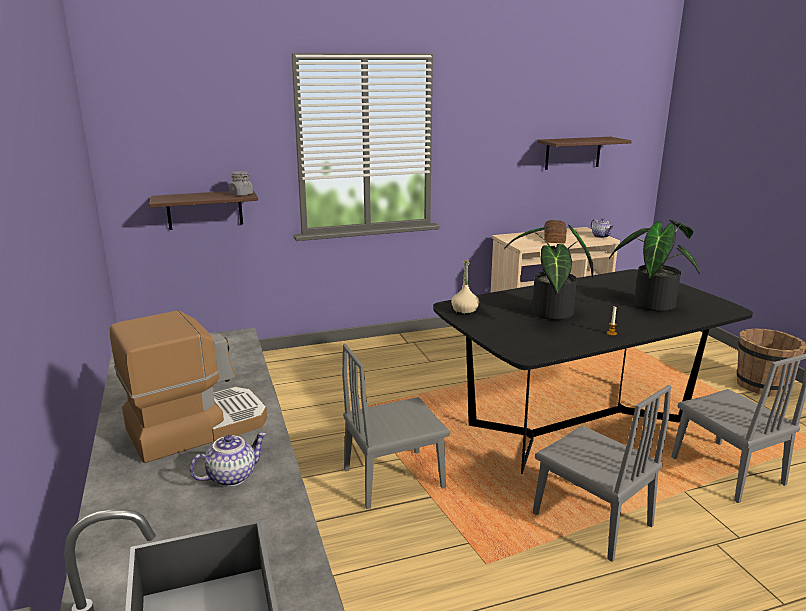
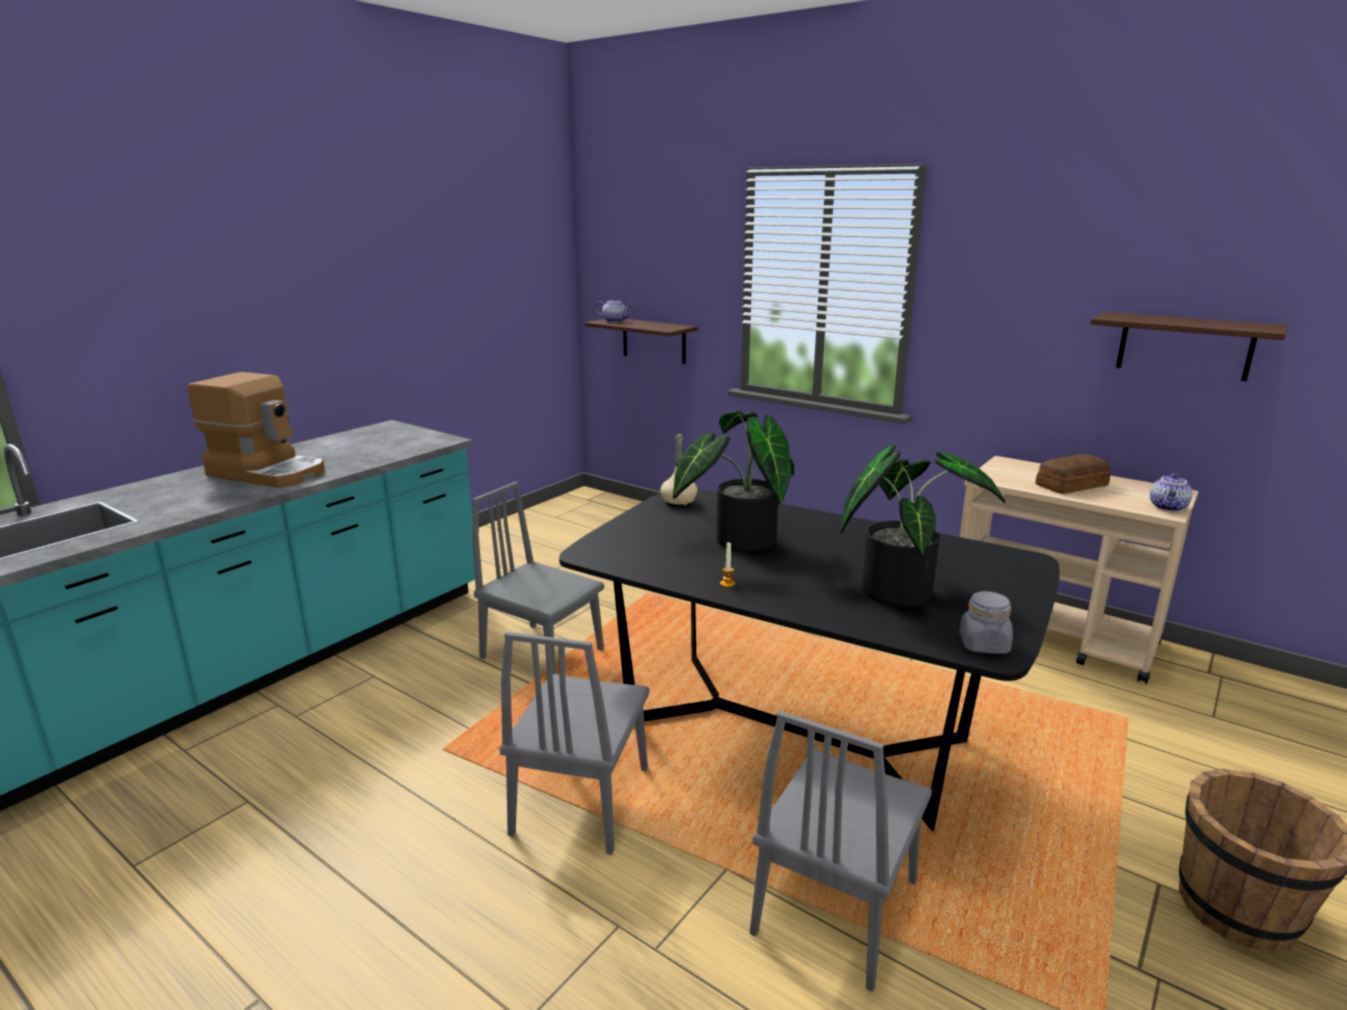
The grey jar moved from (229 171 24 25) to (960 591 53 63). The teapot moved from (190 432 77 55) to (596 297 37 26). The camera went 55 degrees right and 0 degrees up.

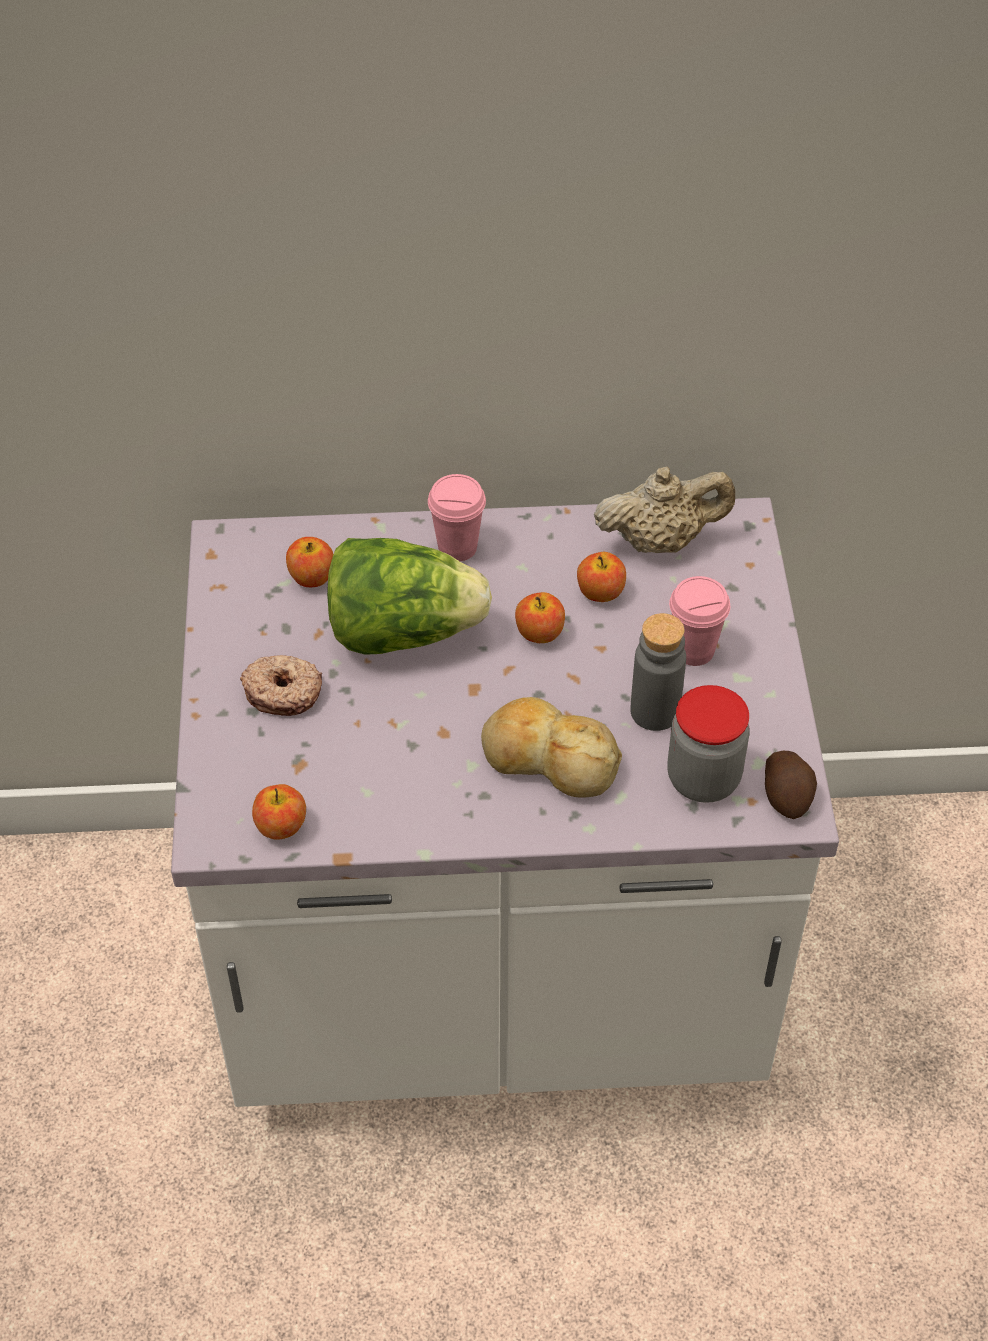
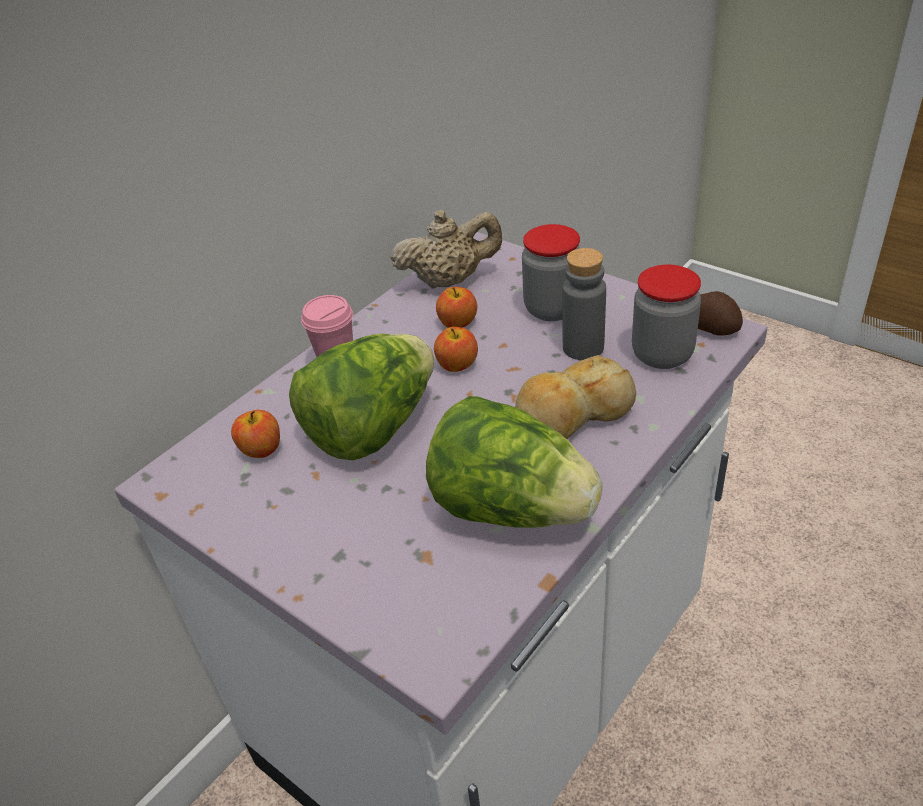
The beige teapot at (594 466 141 87) turned 45 degrees clockwise. The pink cup at (669 576 61 90) was replaced by the jar at (522 224 58 97). The donut at (240 655 82 61) disappeared. The apple at (252 784 54 56) disappeared. The lettuce at (426 396 177 132) appeared. The camera went 45 degrees left and 10 degrees down.

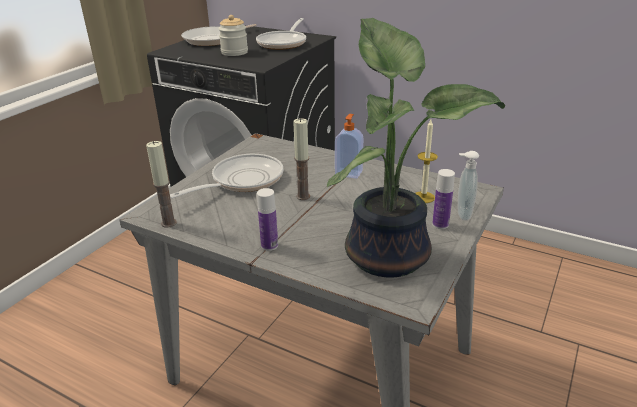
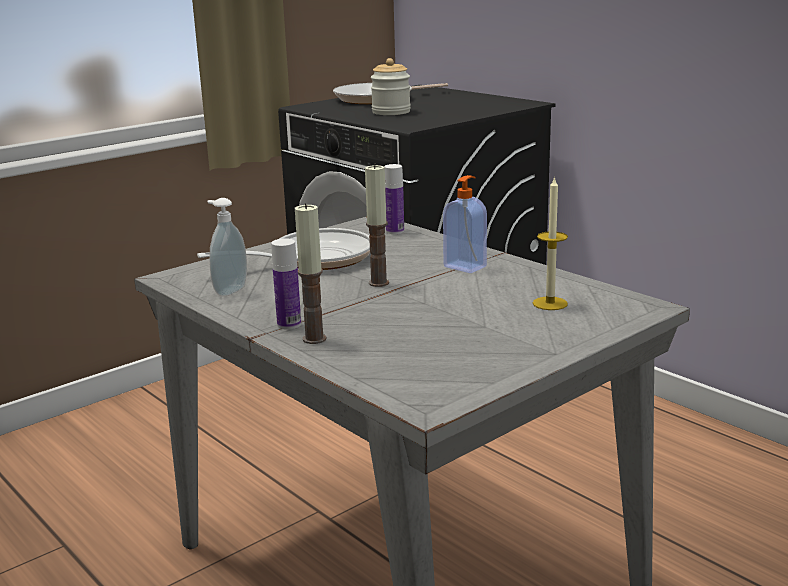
The frying pan at (256 18 50 32) disappeared. The potted plant at (327 18 178 260) disappeared. The candle moved from (146 141 31 87) to (295 203 31 141). The soap dispenser moved from (458 151 21 70) to (207 198 40 99). The bottle moved from (432 169 23 60) to (384 164 20 70). The camera went 20 degrees right and 10 degrees down.

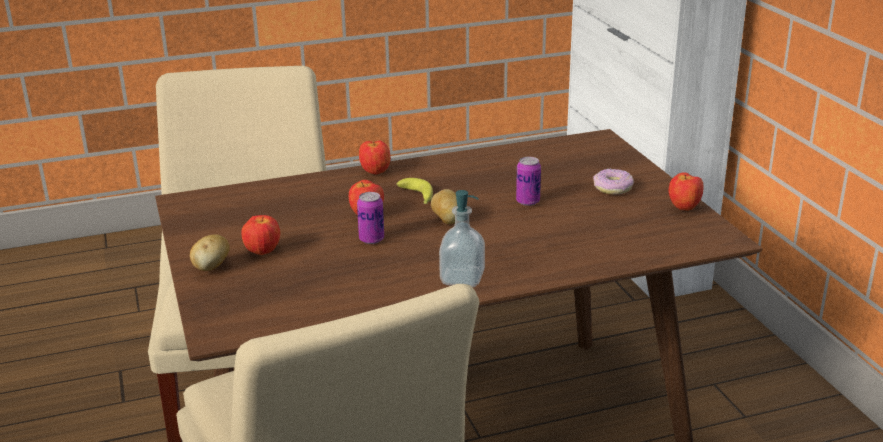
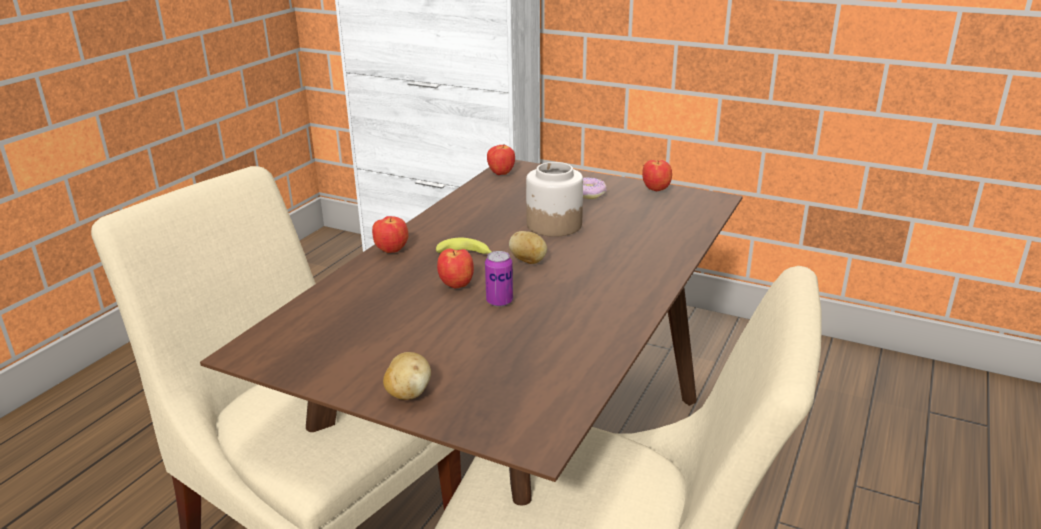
The can at (516 157 25 49) was replaced by the jar at (526 162 57 75). The soap dispenser at (439 190 46 97) disappeared. The apple moved from (242 215 39 40) to (487 144 28 31). The camera went 45 degrees left and 0 degrees up.

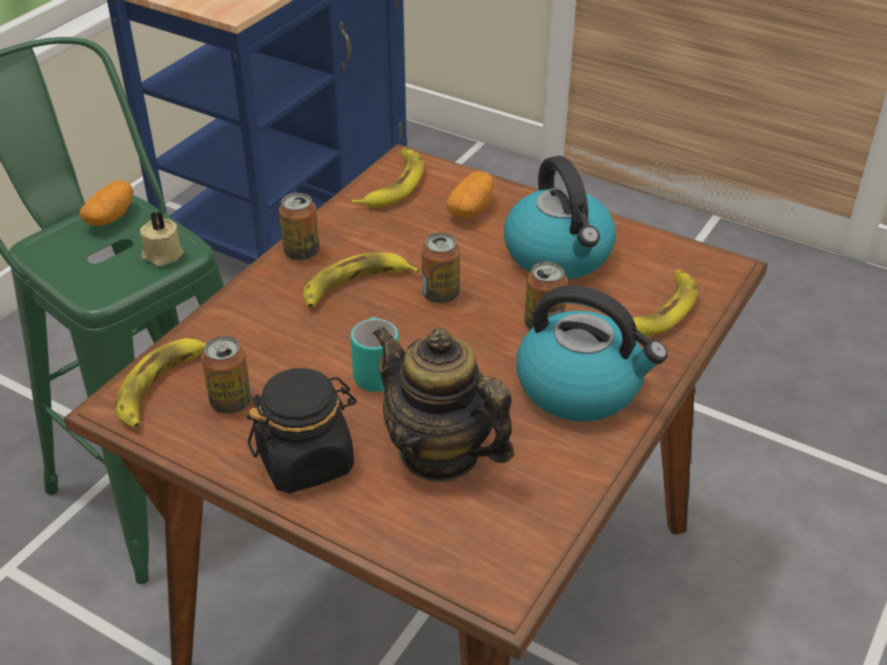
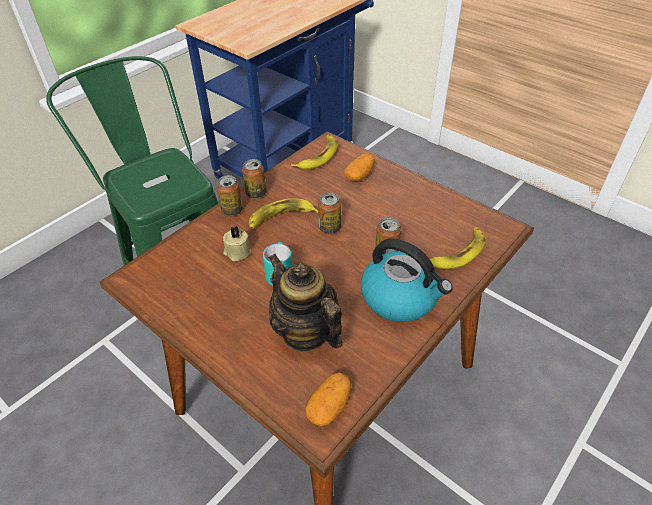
The kettle at (504 156 112 124) disappeared. The potato moved from (80 180 53 46) to (305 372 46 54). The beige candle moved from (140 211 44 55) to (223 225 29 36). The can moved from (201 336 51 78) to (216 175 27 41). The banana at (115 338 91 90) disappeared. The black jar at (247 368 110 125) disappeared. The camera went 10 degrees right and 5 degrees up.

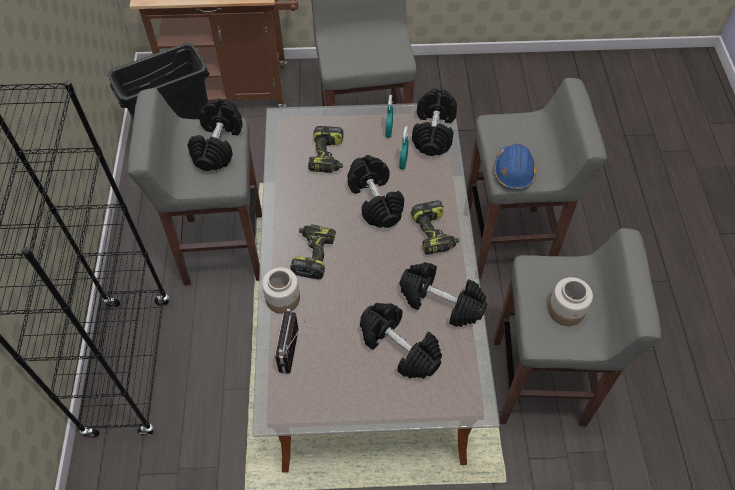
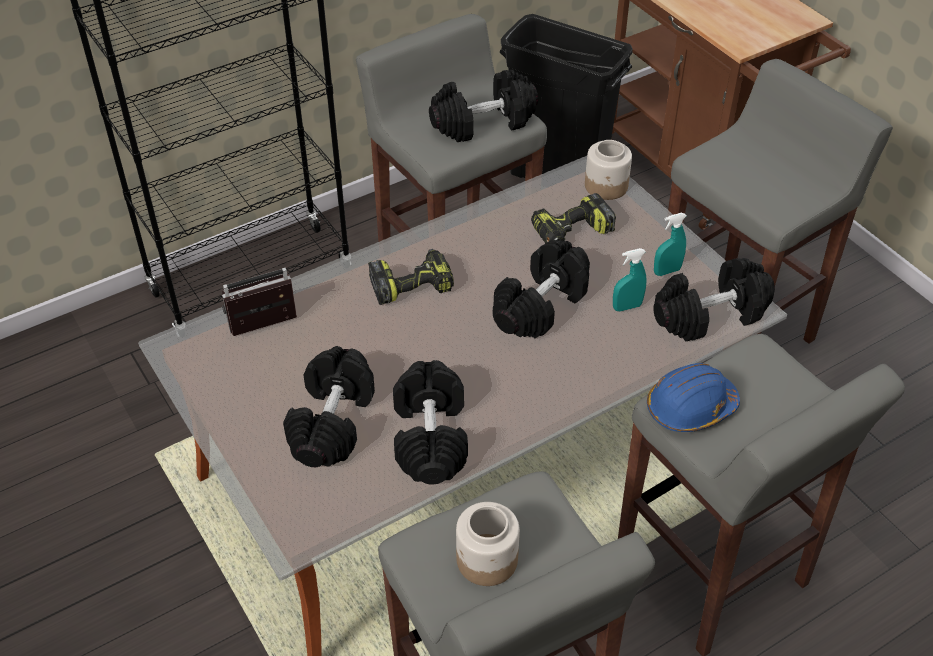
The power drill at (411 200 48 55) disappeared. The jar moved from (262 267 38 47) to (585 140 47 60). The camera went 60 degrees right and 10 degrees down.

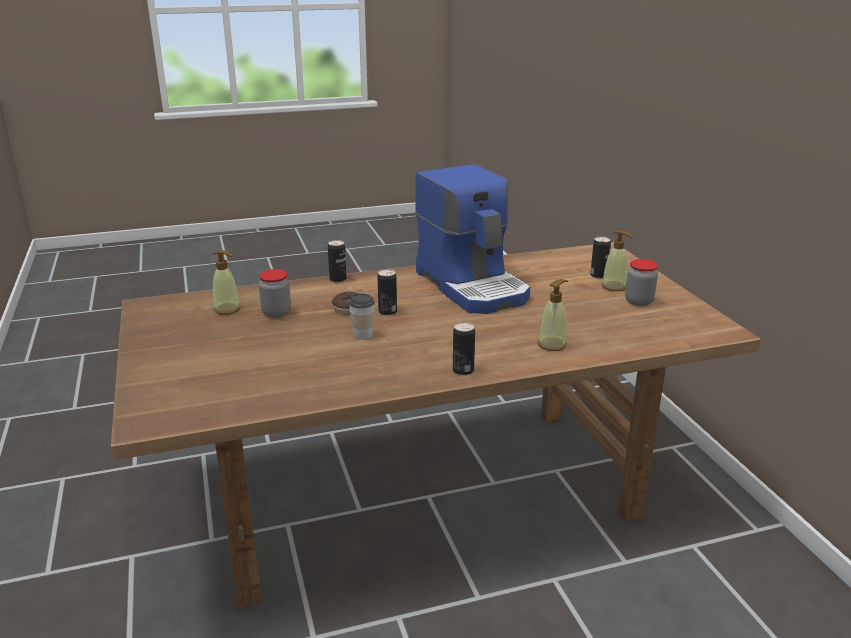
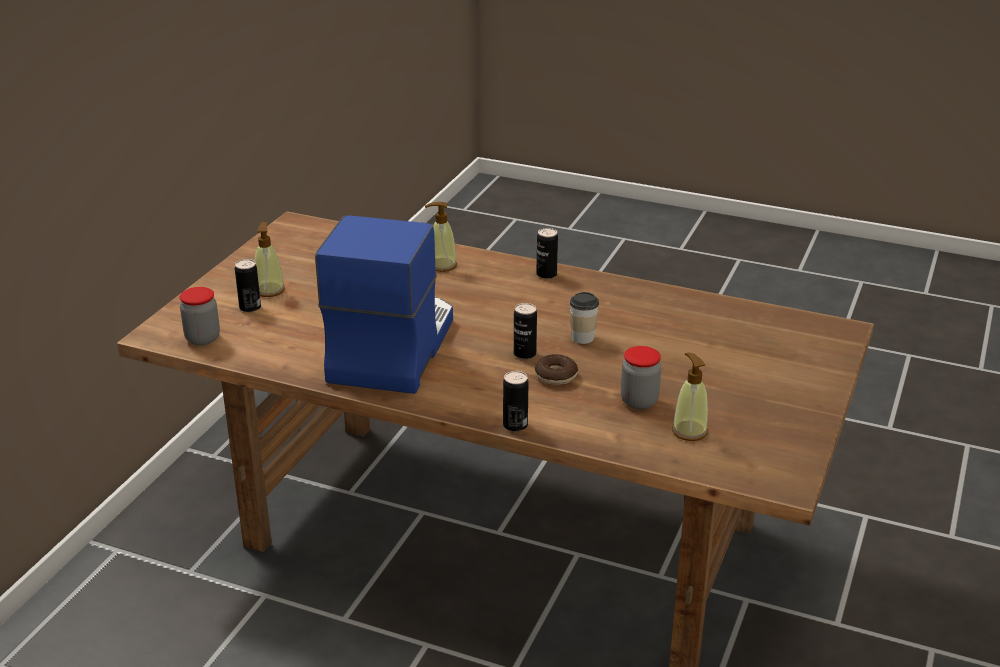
The jar moved from (625 259 33 47) to (180 287 40 59). The camera went 140 degrees left and 5 degrees up.

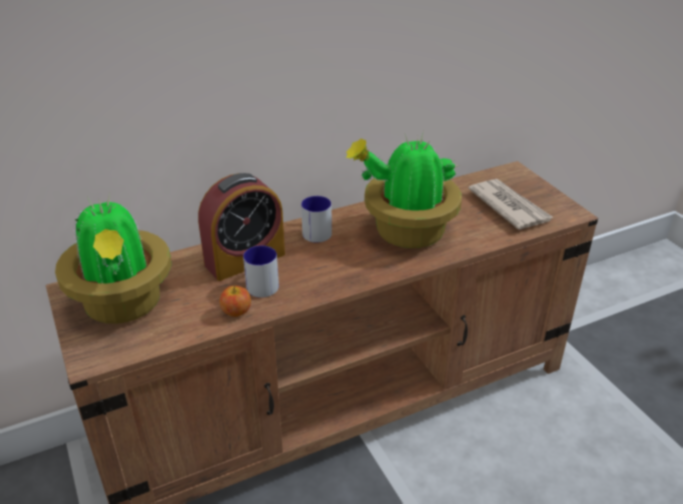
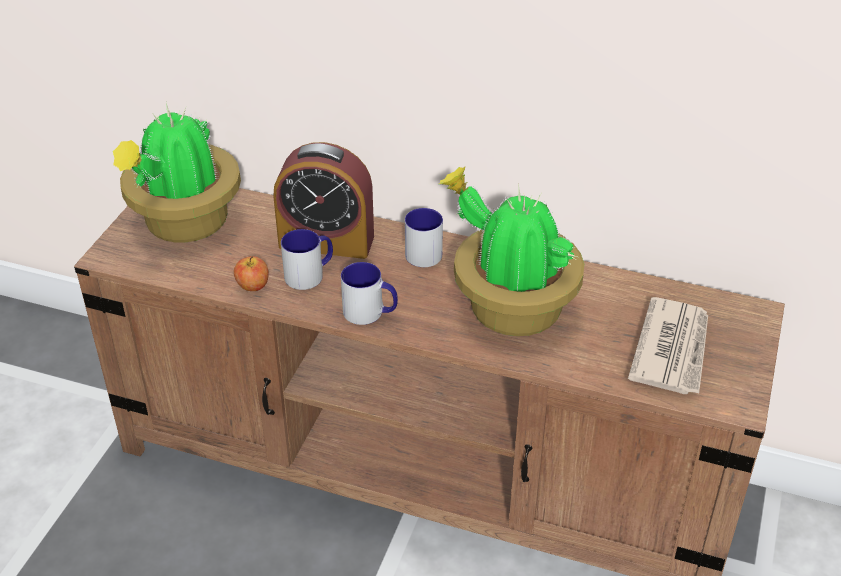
The mug at (341 262 57 63) appeared. The camera went 45 degrees right and 5 degrees up.

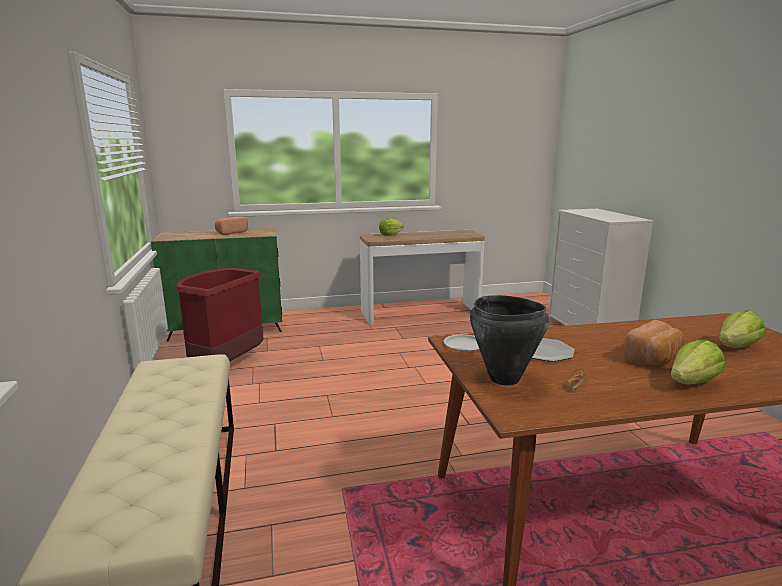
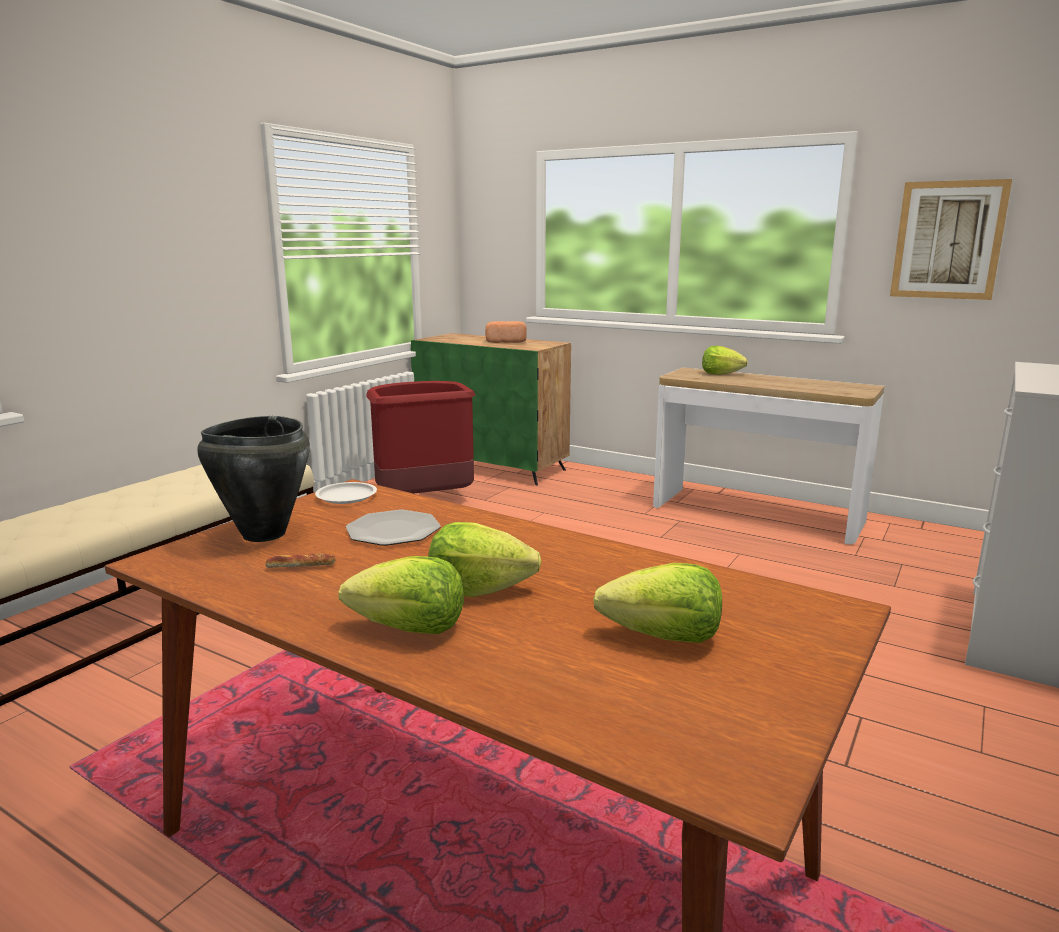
The bread at (624 320 61 45) was replaced by the lettuce at (428 522 113 75). The picture at (890 179 122 121) appeared. The camera went 45 degrees right and 0 degrees up.

